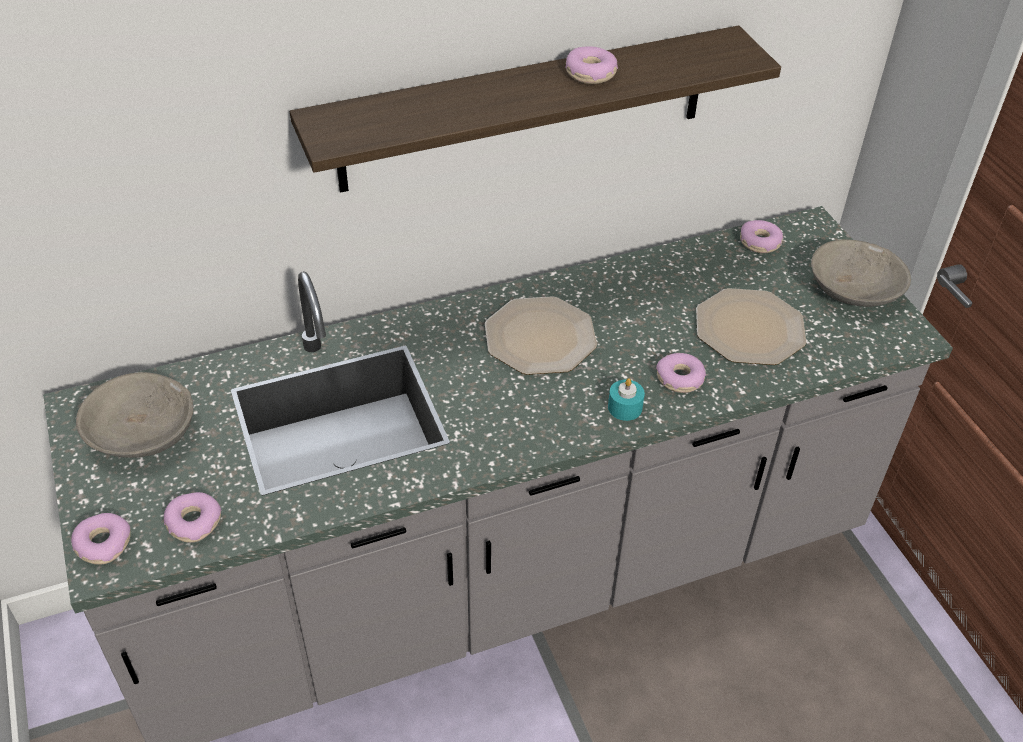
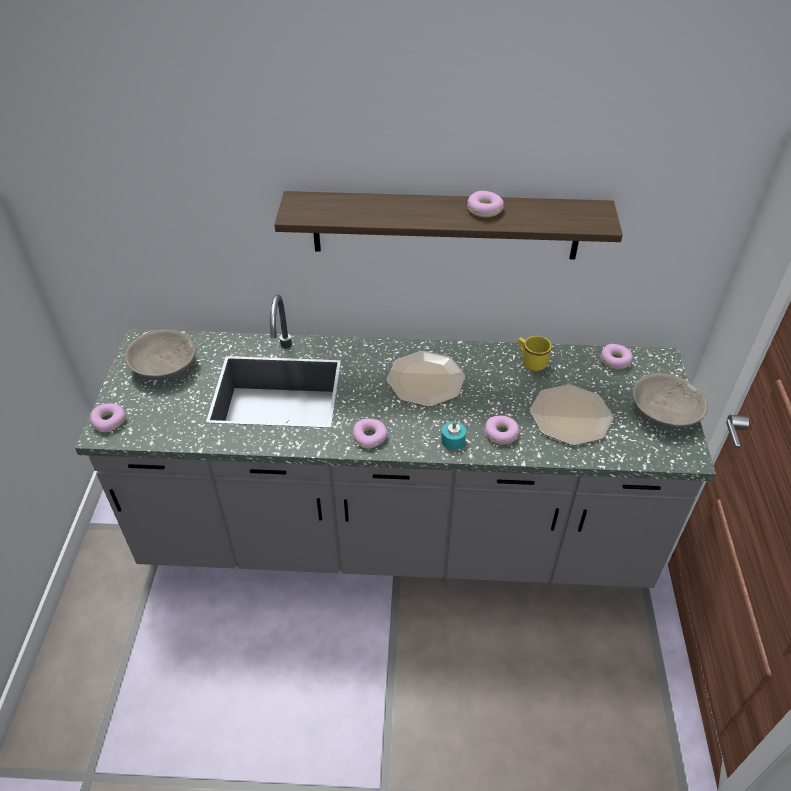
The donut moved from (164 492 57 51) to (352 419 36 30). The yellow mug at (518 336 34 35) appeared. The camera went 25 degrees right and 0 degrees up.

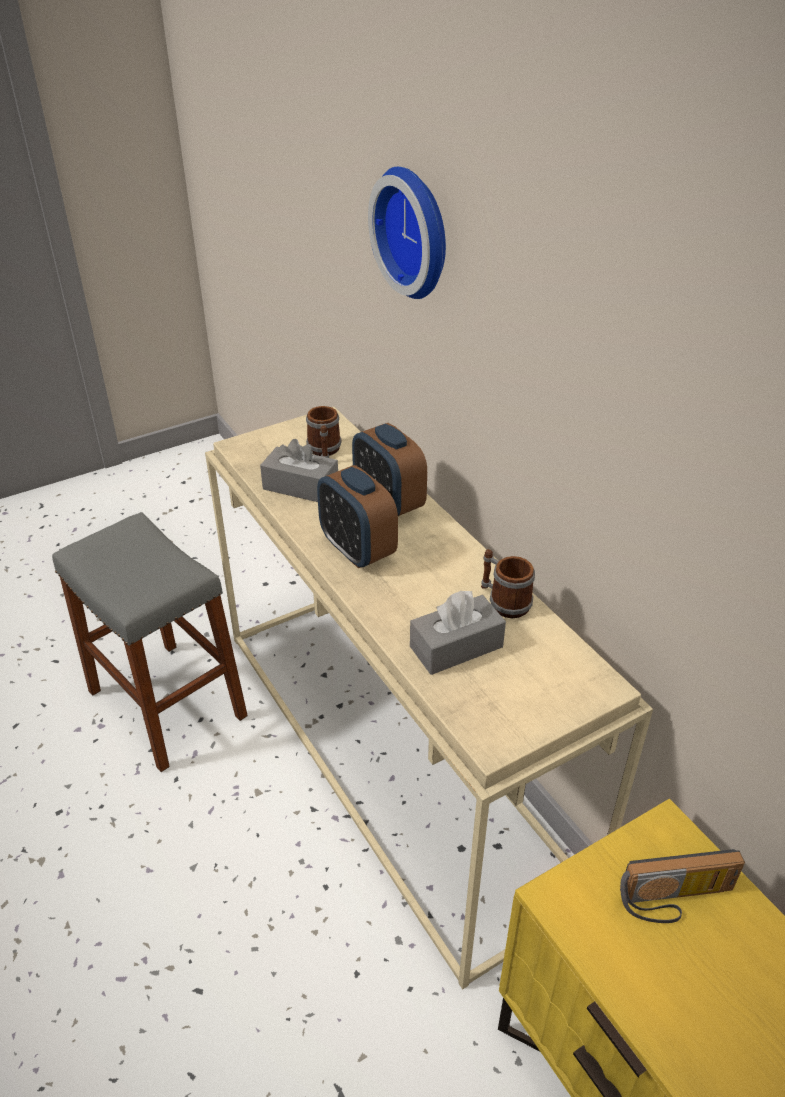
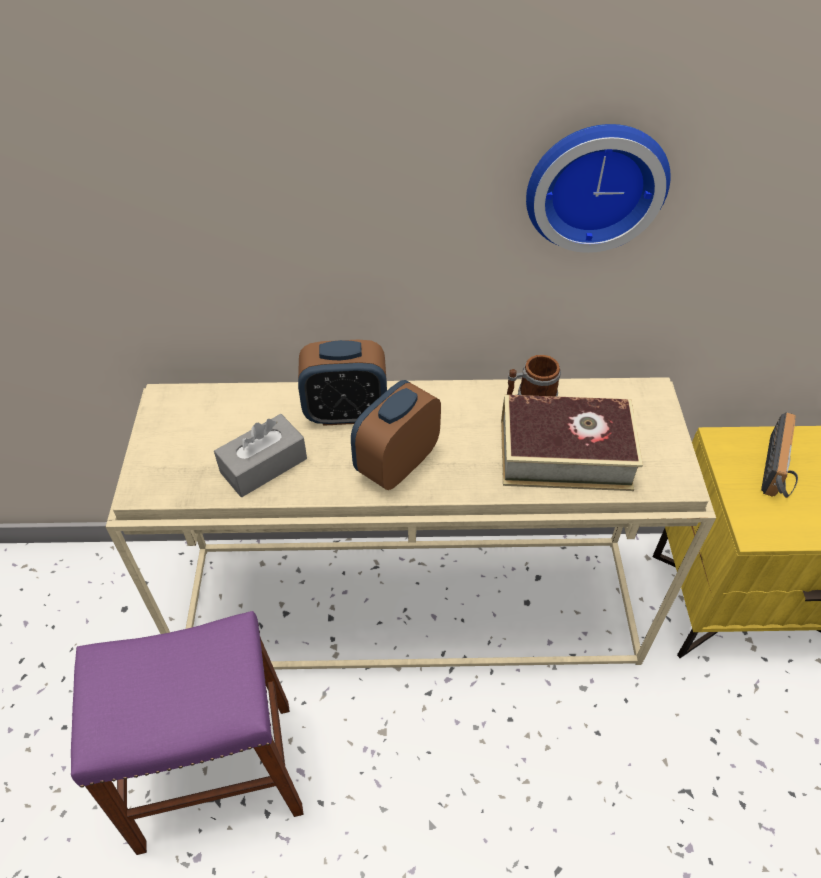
The wall clock moved from (368 167 78 132) to (526 124 145 129). The mug at (306 406 35 52) disappeared. The alarm clock at (317 465 81 103) turned 135 degrees clockwise. The grey stool at (52 512 196 260) became the purple stool at (71 611 233 244). The grey tissue box at (410 591 96 84) was replaced by the book at (501 395 142 96). The camera went 60 degrees left and 10 degrees up.

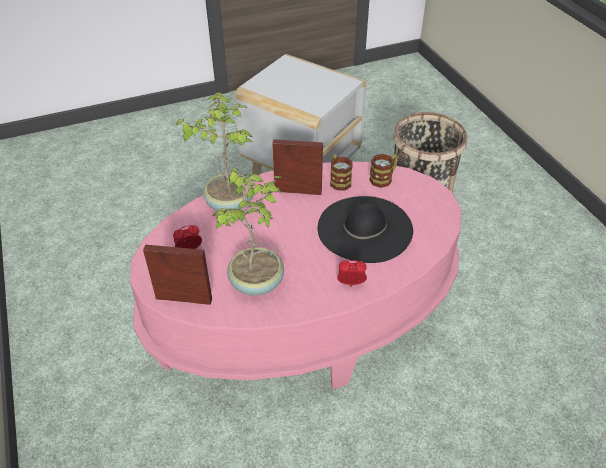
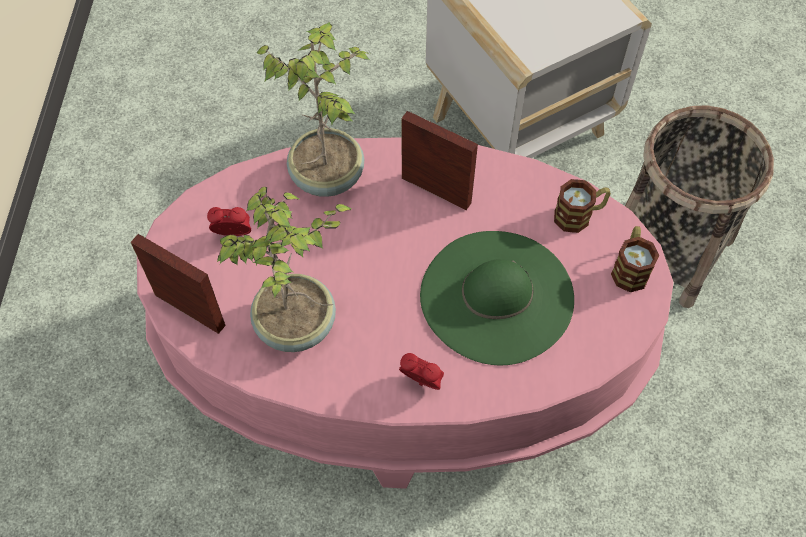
The mug moved from (330 154 23 37) to (611 226 48 66). The black hat at (318 196 95 67) became the green hat at (420 231 154 135). The camera went 25 degrees right and 15 degrees up.

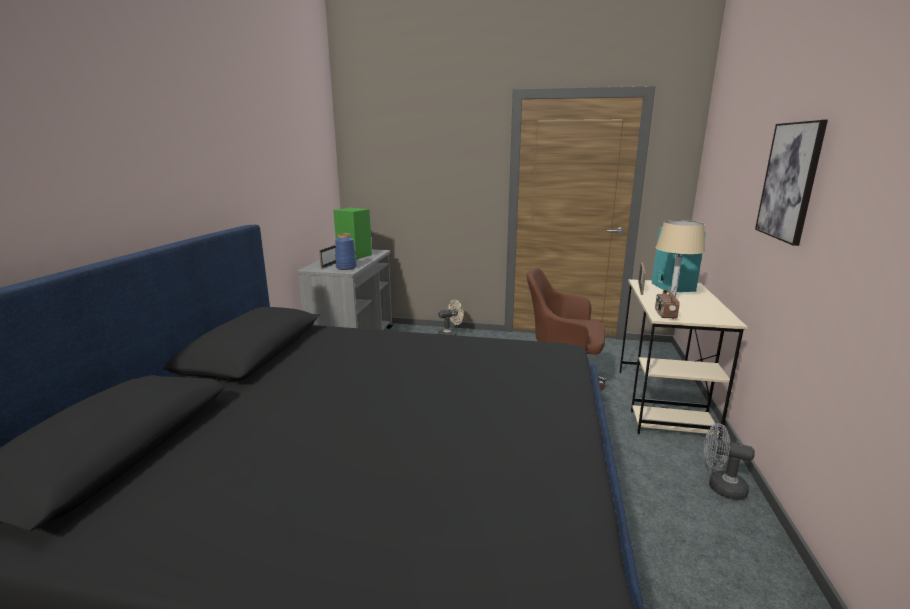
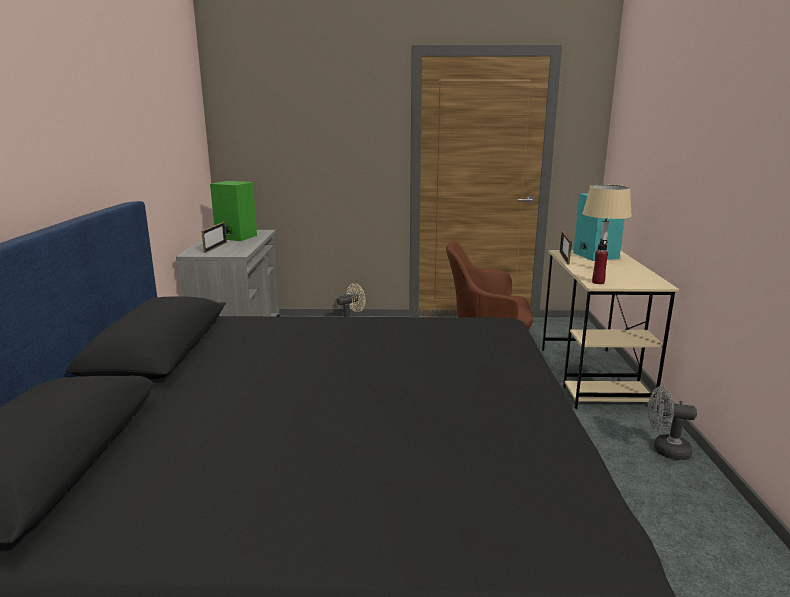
The picture at (755 120 73 126) disappeared. The blue vase at (335 233 22 37) disappeared. The radio at (655 285 25 34) was replaced by the red bottle at (592 239 16 45). The camera went 10 degrees left and 0 degrees up.

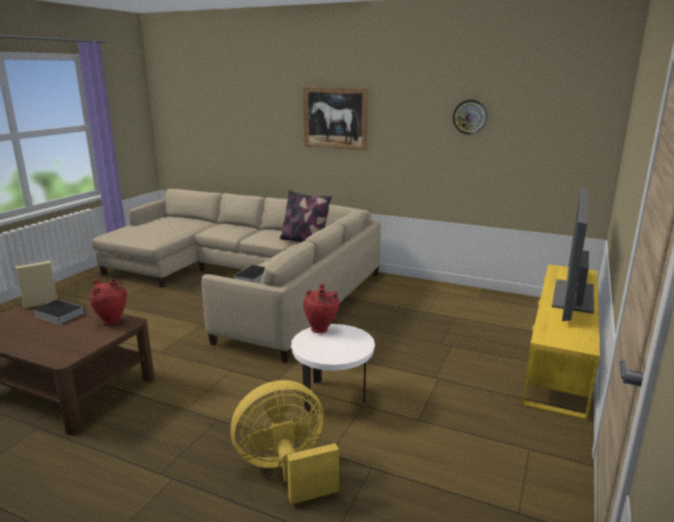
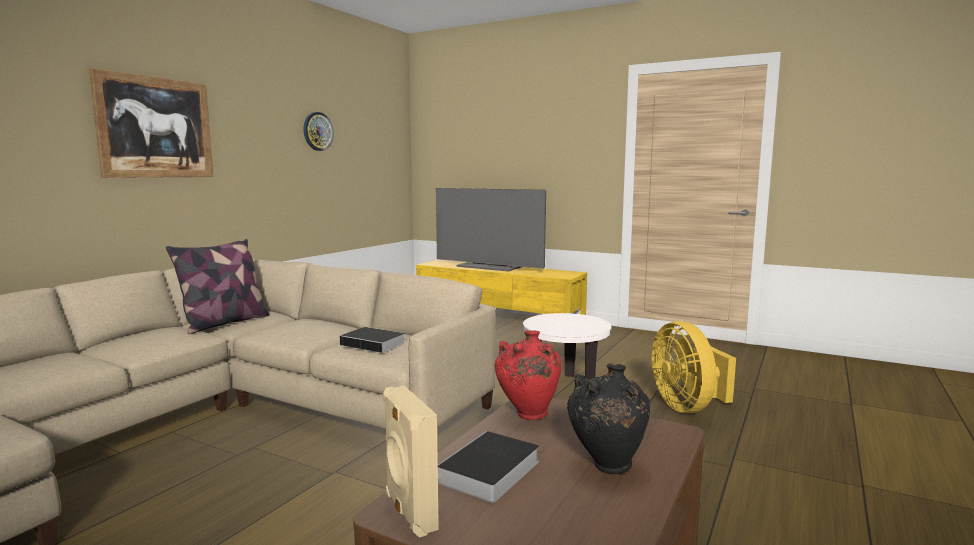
The red vase at (303 283 36 50) disappeared. The black vase at (567 364 83 110) appeared. The camera went 85 degrees left and 10 degrees down.

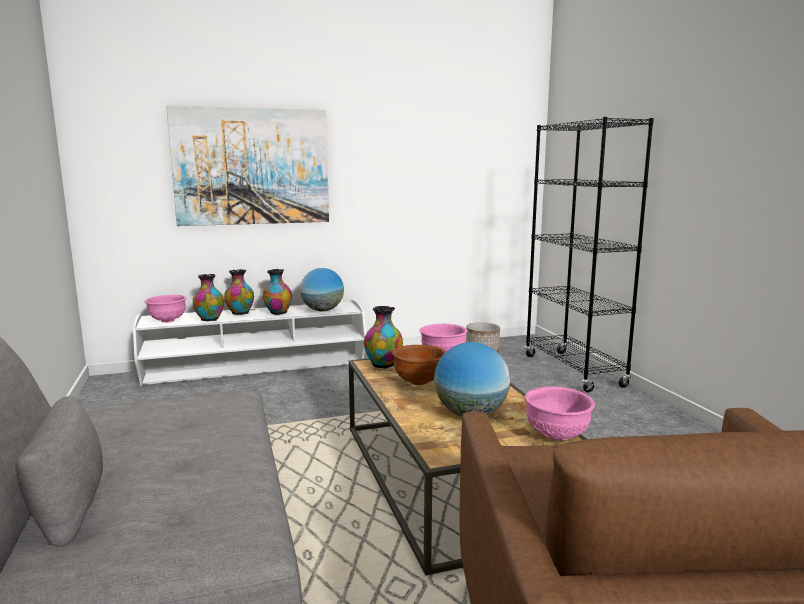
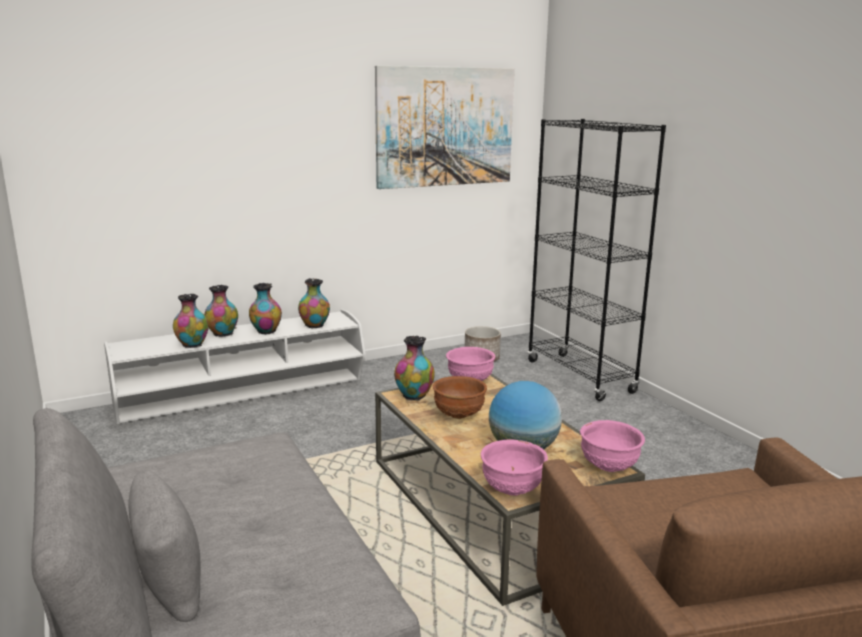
The picture moved from (166 105 163 121) to (375 65 140 124). The globe at (300 268 44 43) was replaced by the vase at (298 279 32 49). The pink bowl moved from (145 295 41 28) to (481 439 67 57). The camera went 10 degrees left and 5 degrees up.

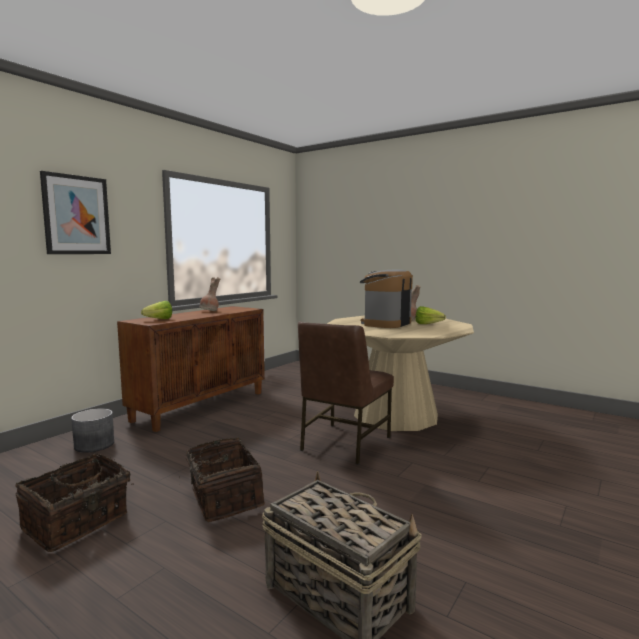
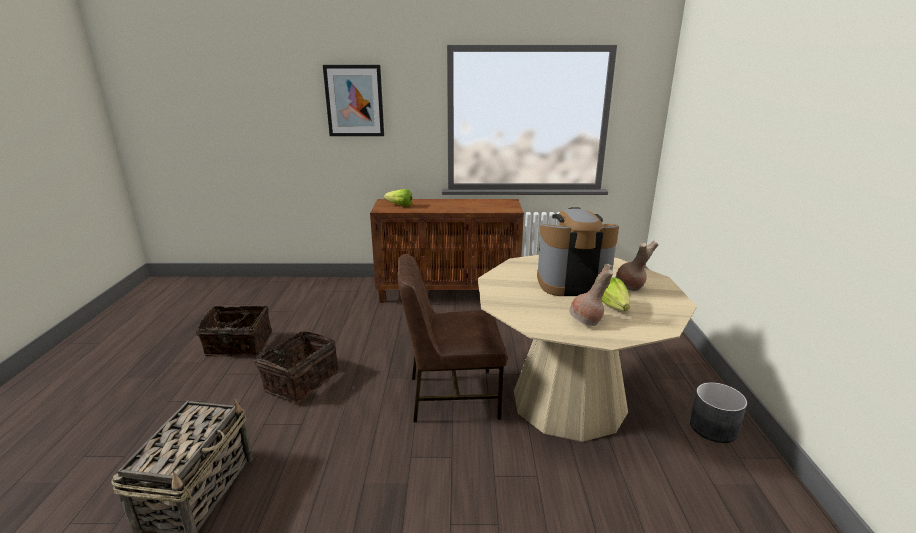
The brown vase moved from (200 277 20 34) to (569 264 44 62). The grey planter moved from (71 408 43 45) to (690 382 57 61). The camera went 55 degrees right and 15 degrees up.

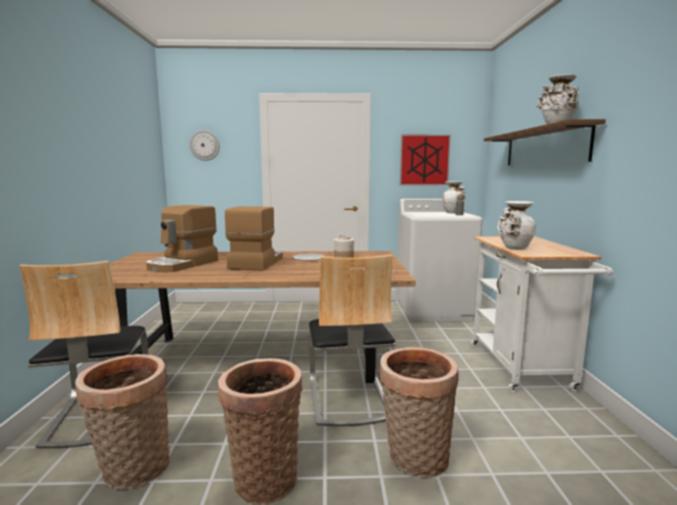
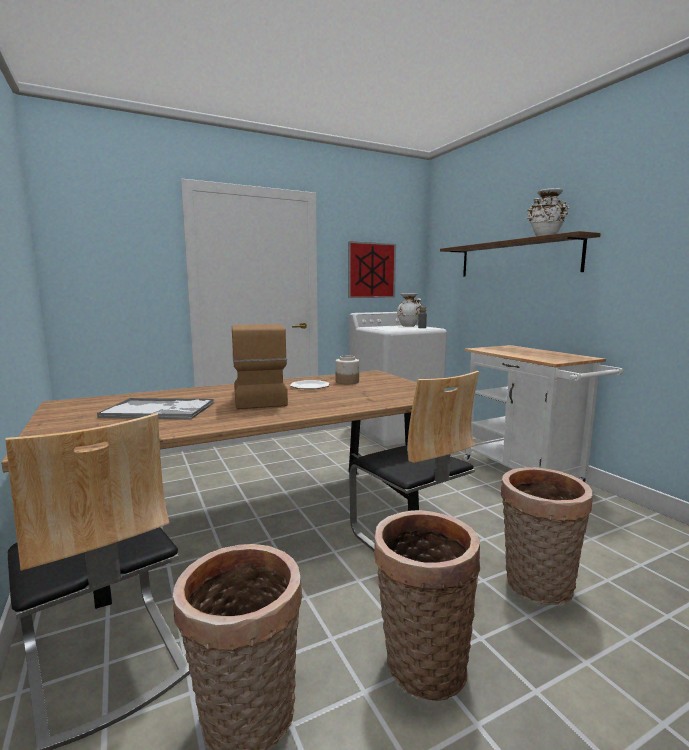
The wall clock at (189 130 31 31) disappeared. The white vase at (498 201 38 49) disappeared. The coffee machine at (146 205 72 68) was replaced by the tray at (97 398 117 21). The camera went 25 degrees left and 0 degrees up.

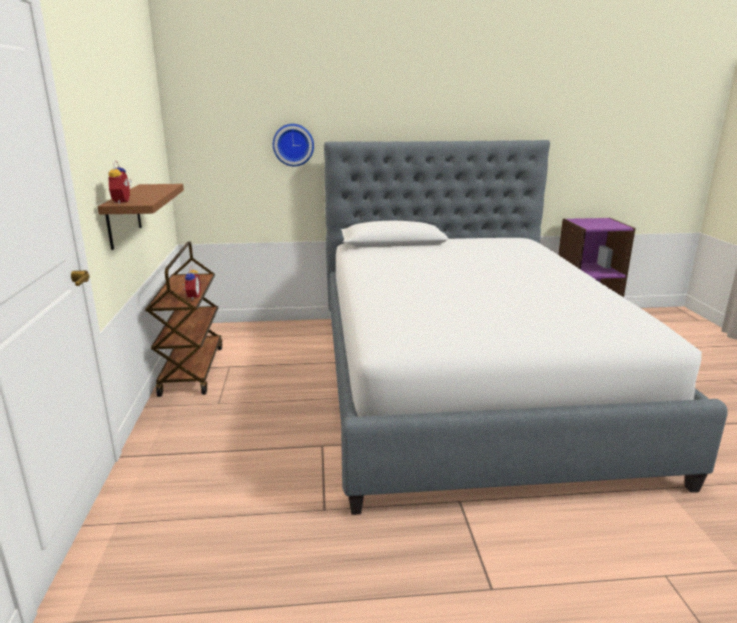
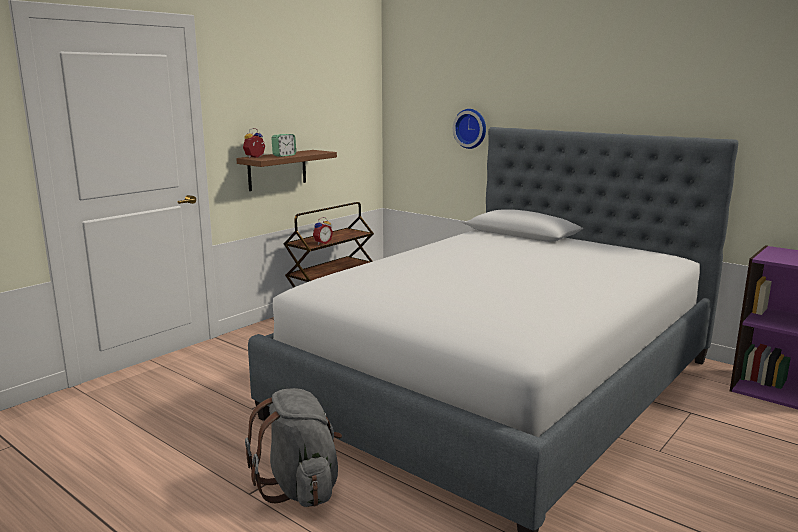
The alarm clock at (271 134 25 23) appeared. The grey backpack at (245 388 97 119) appeared. The camera went 45 degrees right and 5 degrees down.

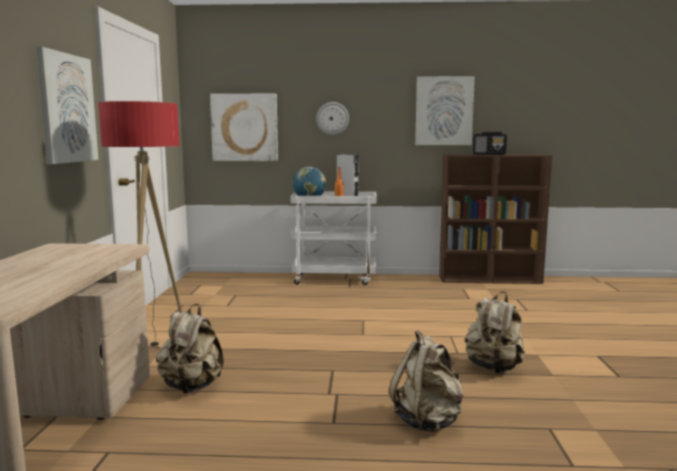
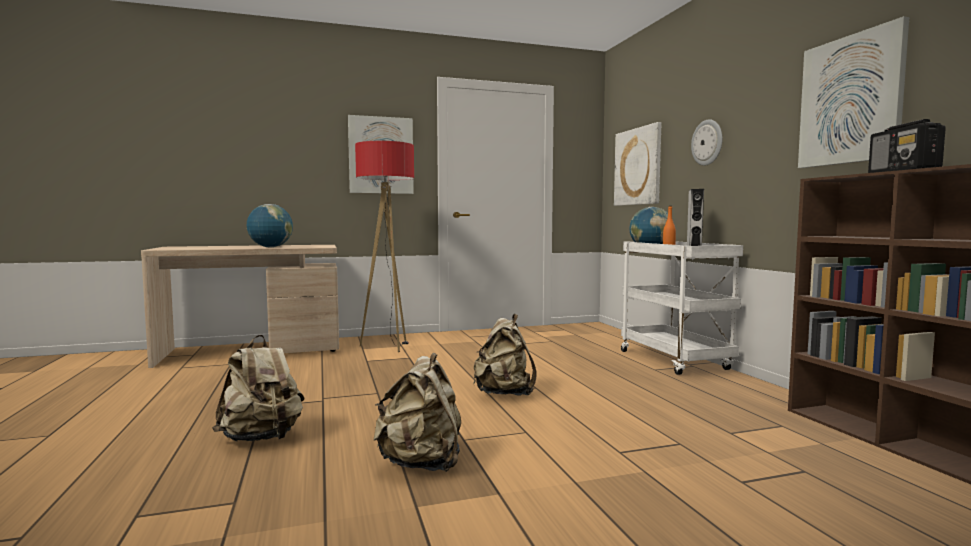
The beige backpack moved from (156 304 68 89) to (473 314 63 82). The globe at (247 204 46 44) appeared. The camera went 70 degrees right and 5 degrees down.

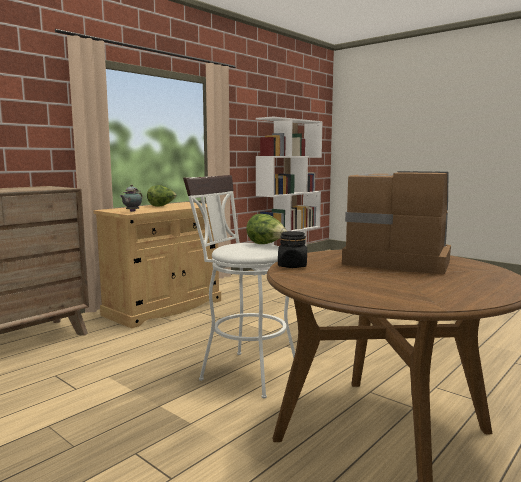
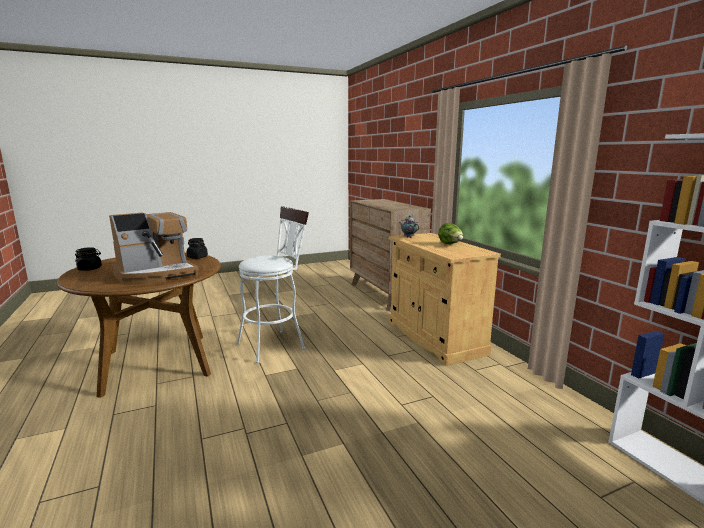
The lettuce at (246 214 41 30) disappeared. The black jar at (75 247 27 24) appeared. The camera went 115 degrees right and 5 degrees up.

